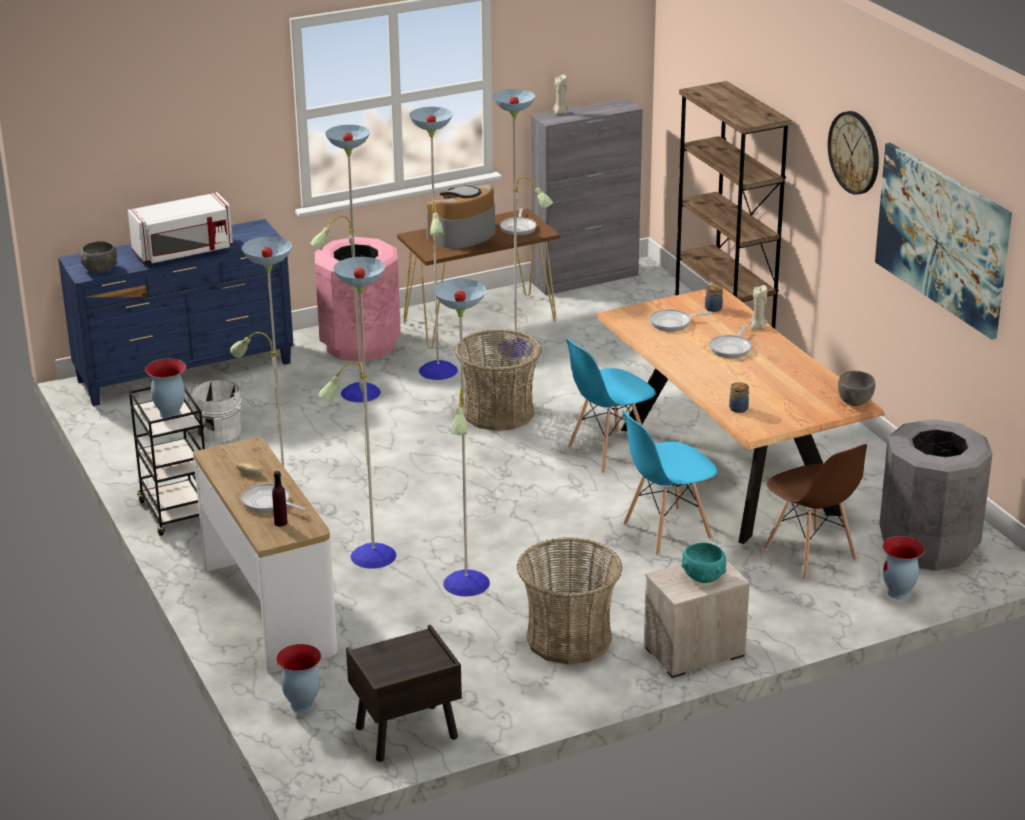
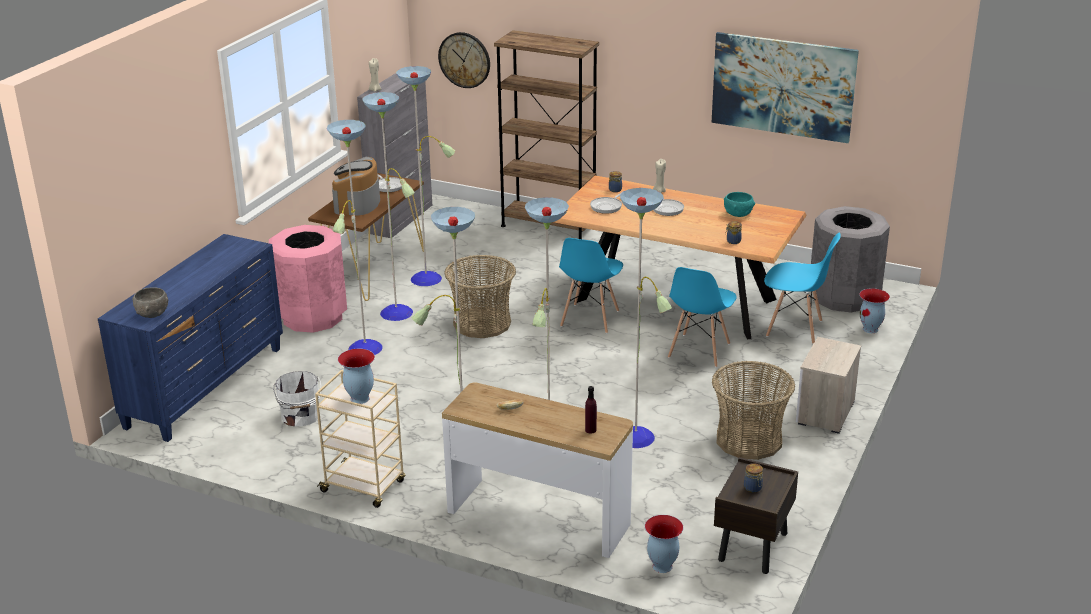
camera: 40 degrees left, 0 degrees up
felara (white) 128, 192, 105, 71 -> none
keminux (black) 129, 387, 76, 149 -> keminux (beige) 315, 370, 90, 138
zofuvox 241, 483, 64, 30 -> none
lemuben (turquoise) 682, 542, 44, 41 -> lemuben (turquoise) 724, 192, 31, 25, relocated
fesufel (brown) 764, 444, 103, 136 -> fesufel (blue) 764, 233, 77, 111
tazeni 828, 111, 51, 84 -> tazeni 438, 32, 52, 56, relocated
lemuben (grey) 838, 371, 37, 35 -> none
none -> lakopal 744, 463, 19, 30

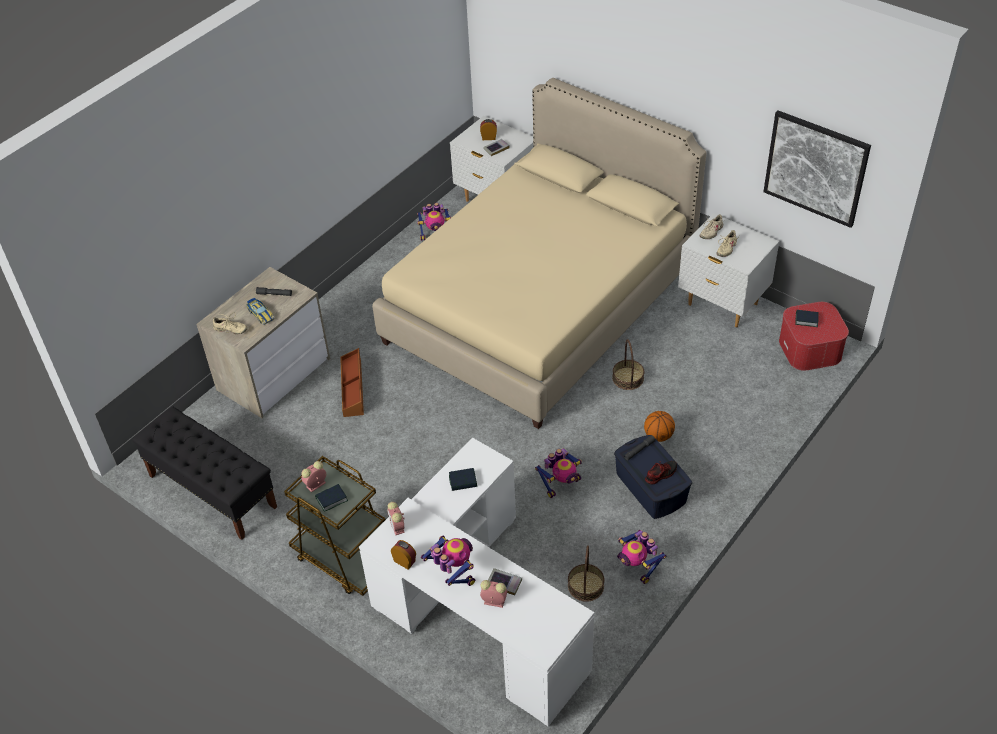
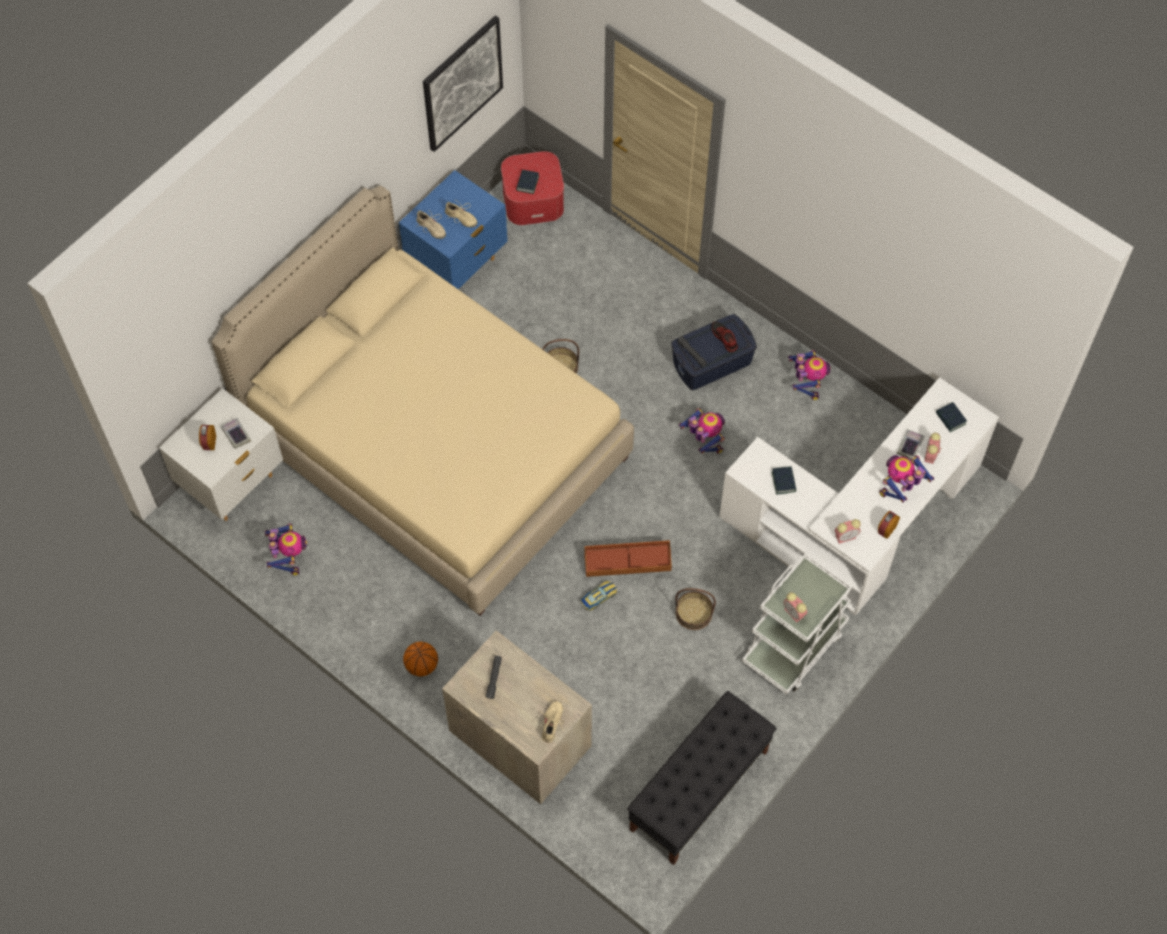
camera: 90 degrees left, 15 degrees up
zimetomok 246, 298, 28, 27 -> zimetomok 580, 581, 38, 30, relocated
keminux (brown) 284, 456, 102, 140 -> keminux (white) 742, 553, 110, 142
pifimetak 315, 484, 33, 28 -> pifimetak 936, 402, 31, 30, relocated
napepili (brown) 340, 348, 24, 69 -> napepili (brown) 584, 540, 88, 37, relocated
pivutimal 568, 545, 36, 57 -> pivutimal 675, 588, 41, 42, relocated
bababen 617, 530, 49, 54 -> bababen 788, 350, 43, 50, 60 degrees counterclockwise
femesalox 644, 411, 31, 31 -> femesalox 403, 642, 35, 35, relocated
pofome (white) 678, 213, 101, 114 -> pofome (blue) 399, 170, 109, 119

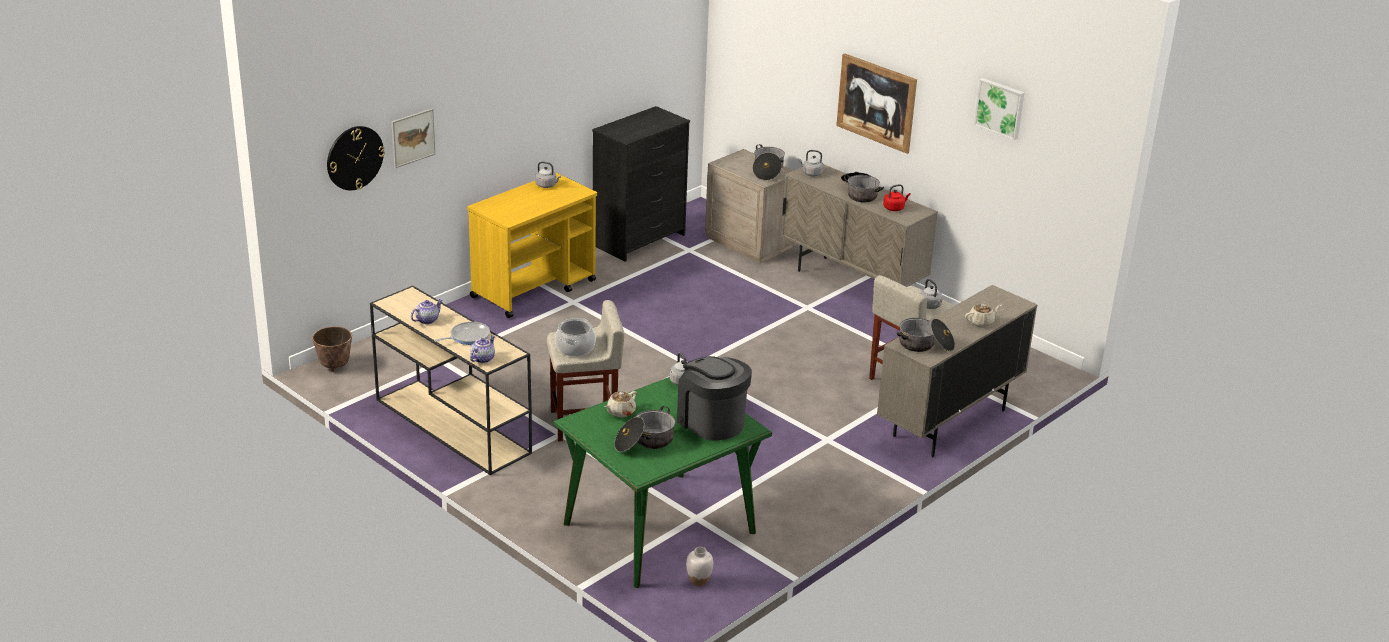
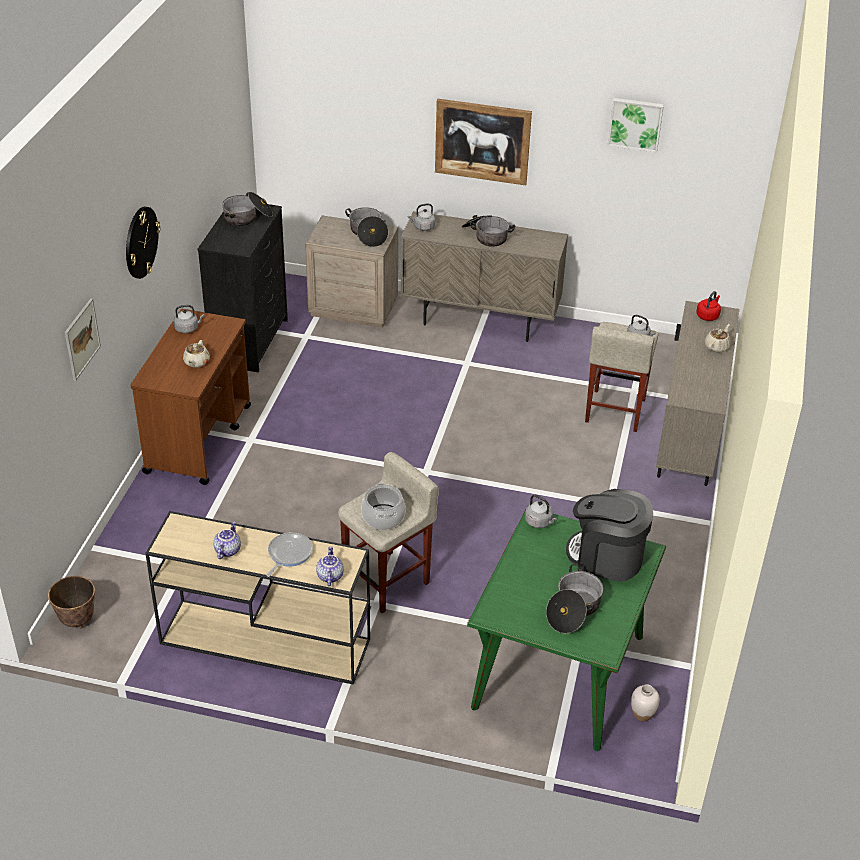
camera: 30 degrees left, 10 degrees up
tazeni 327, 126, 58, 65 -> tazeni 126, 207, 34, 72, relocated
keminux (yellow) 467, 173, 130, 145 -> keminux (brown) 130, 309, 121, 176
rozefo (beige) 604, 391, 33, 26 -> rozefo (beige) 183, 340, 27, 28, relocated
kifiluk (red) 883, 184, 28, 27 -> kifiluk (red) 696, 291, 25, 30, relocated
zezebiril 897, 318, 58, 34 -> zezebiril 222, 192, 51, 34, relocated

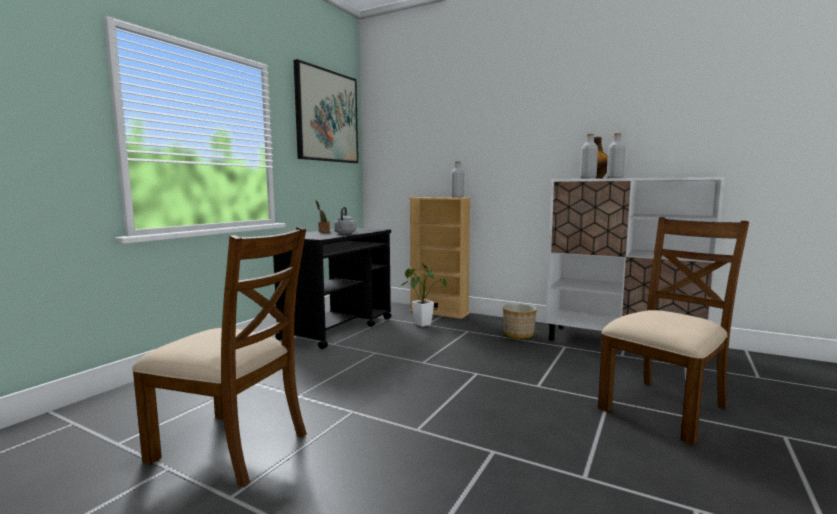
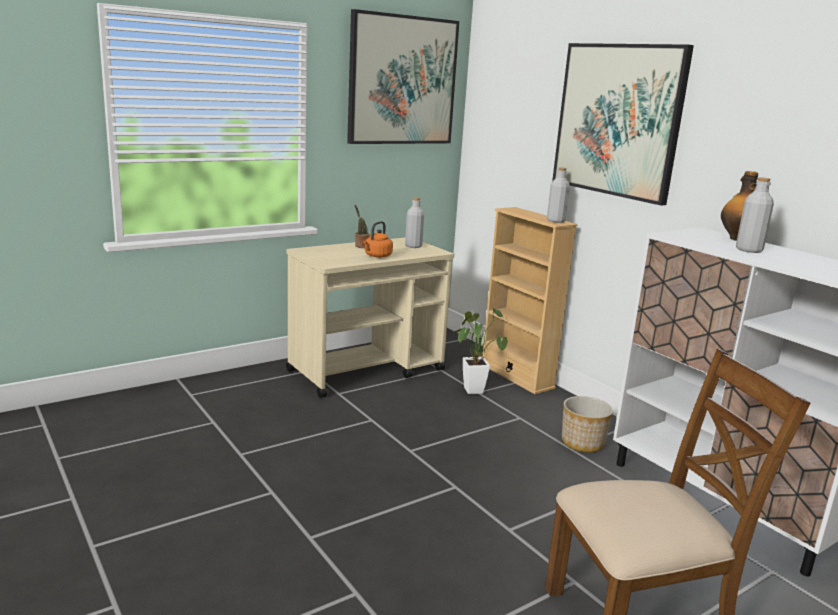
camera: 25 degrees right, 10 degrees up
fesufel (brown) 132, 227, 175, 260 -> none
keminux (black) 273, 228, 119, 121 -> keminux (beige) 286, 238, 168, 160
kifiluk (grey) 334, 207, 22, 27 -> kifiluk (orange) 363, 221, 30, 37
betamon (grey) 580, 134, 18, 45 -> betamon (grey) 405, 197, 19, 51, relocated
none -> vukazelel 552, 43, 142, 163

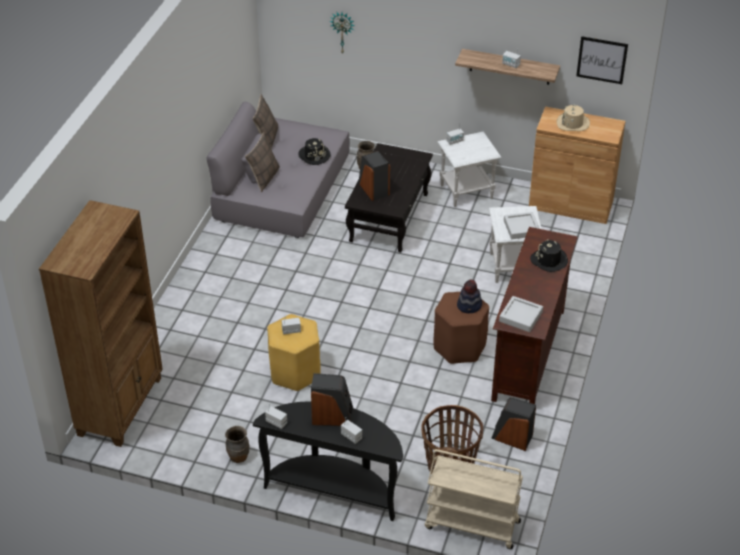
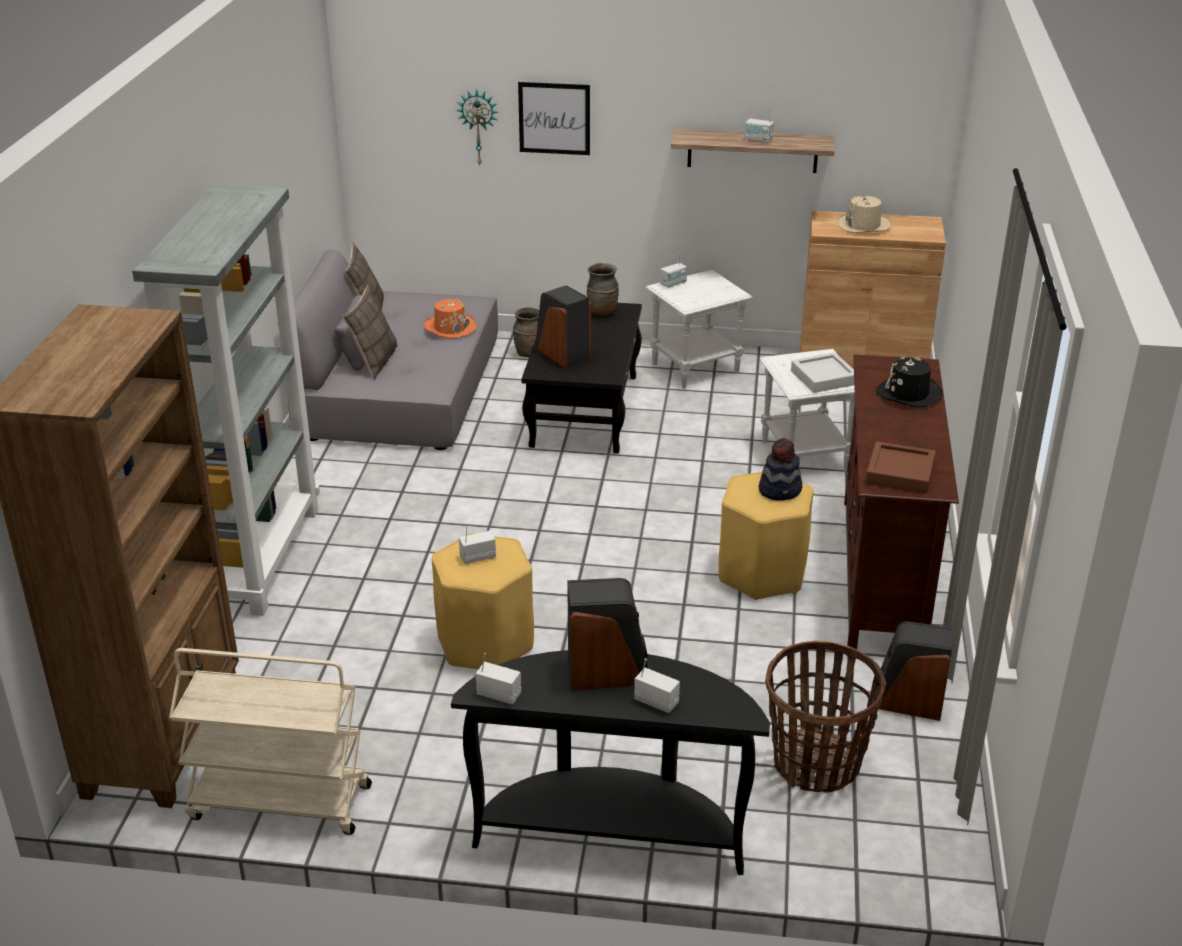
camera: 10 degrees left, 10 degrees down
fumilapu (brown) 225, 426, 24, 37 -> fumilapu (brown) 587, 263, 32, 53, relocated
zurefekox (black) 298, 138, 33, 27 -> zurefekox (orange) 424, 299, 53, 40
keminux (beige) 425, 449, 98, 100 -> keminux (beige) 169, 648, 203, 187, relocated
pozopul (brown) 434, 292, 55, 72 -> pozopul (yellow) 718, 472, 95, 128
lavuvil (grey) 499, 296, 44, 36 -> lavuvil (brown) 866, 441, 70, 53
vukazelel 576, 36, 52, 48 -> vukazelel 518, 82, 72, 73, relocated
none -> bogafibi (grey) 132, 184, 188, 432

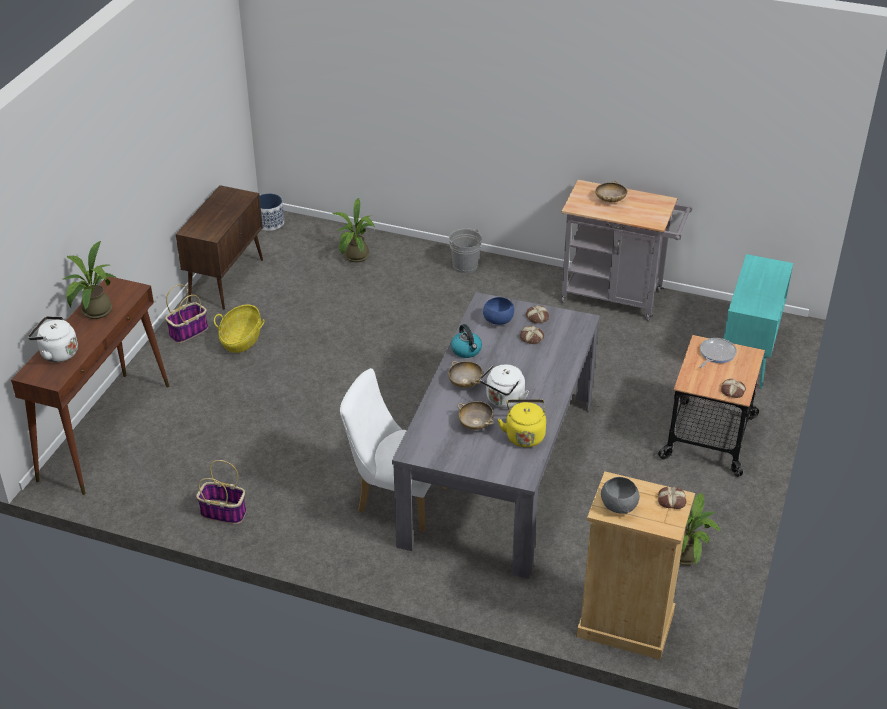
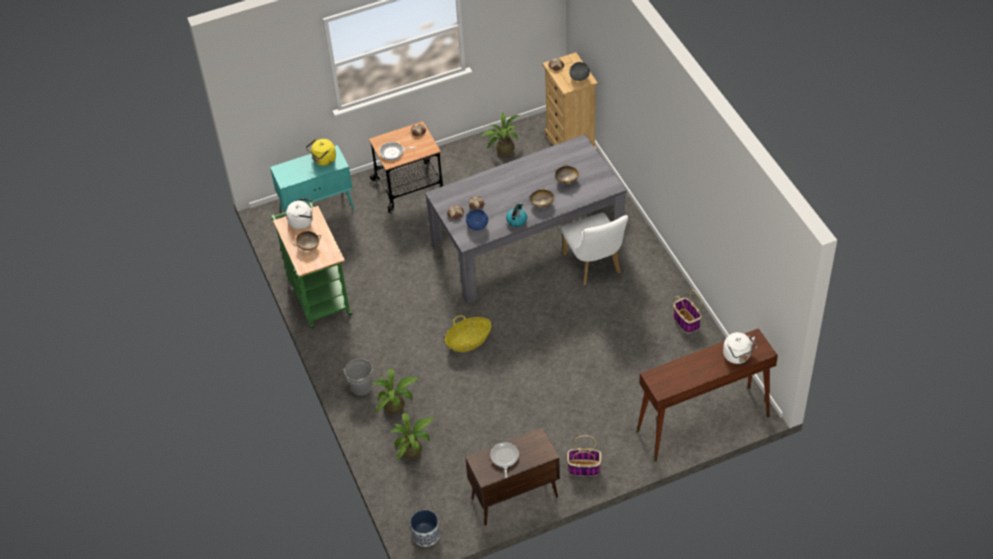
camera: 130 degrees left, 10 degrees up
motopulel 64, 241, 53, 78 -> motopulel 372, 368, 48, 46, relocated
pivutimal 214, 305, 51, 48 -> pivutimal 445, 315, 46, 37, relocated
kifiluk (white) 480, 364, 49, 44 -> kifiluk (white) 286, 198, 27, 31, relocated
kifiluk (yellow) 498, 399, 48, 48 -> kifiluk (yellow) 306, 139, 30, 27, relocated
keminux (grey) 561, 180, 131, 141 -> keminux (green) 270, 202, 83, 127
none -> zofuvox 490, 442, 29, 36

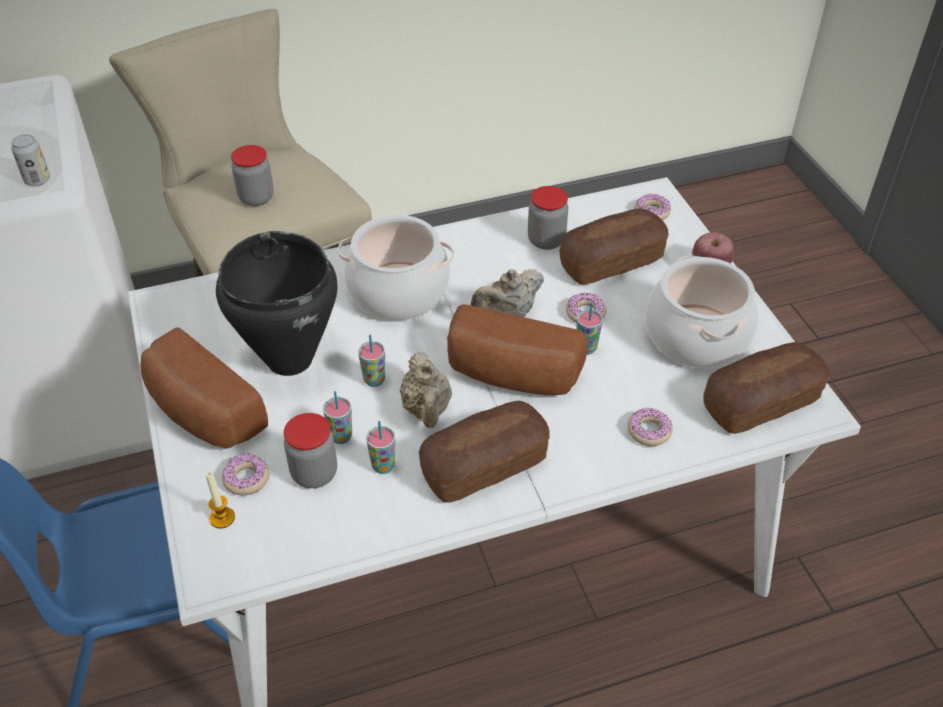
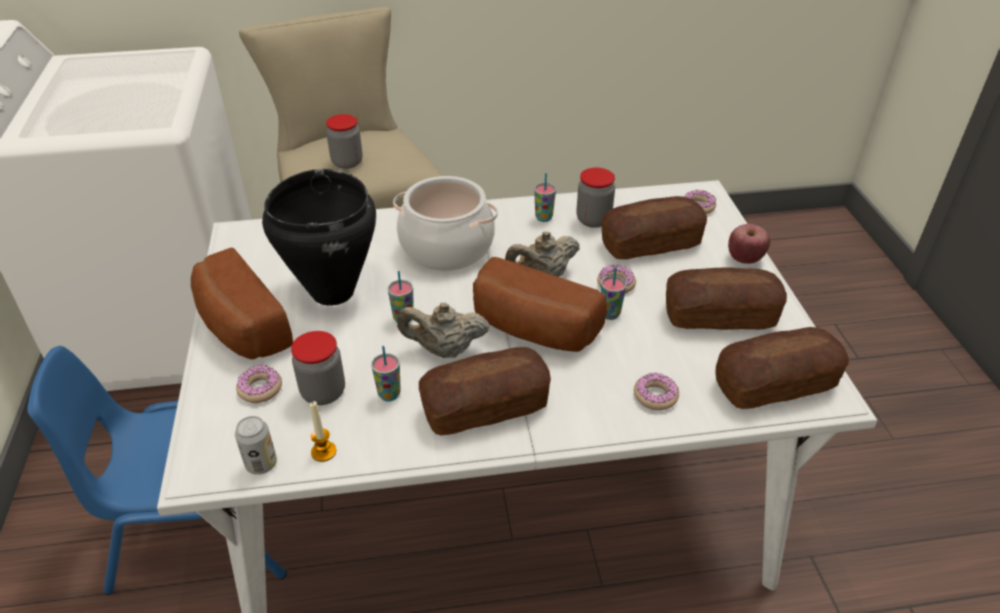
camera: 10 degrees right, 5 degrees down
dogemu 11, 134, 39, 52 -> dogemu 235, 416, 42, 59, relocated
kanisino 206, 472, 29, 56 -> kanisino 309, 401, 27, 61, relocated
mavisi 323, 391, 29, 53 -> mavisi 534, 173, 22, 49, relocated
rozefo (beige) 400, 352, 52, 76 -> rozefo (beige) 397, 303, 92, 55, 90 degrees clockwise
zezebiril 645, 255, 114, 113 -> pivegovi 666, 267, 121, 63

